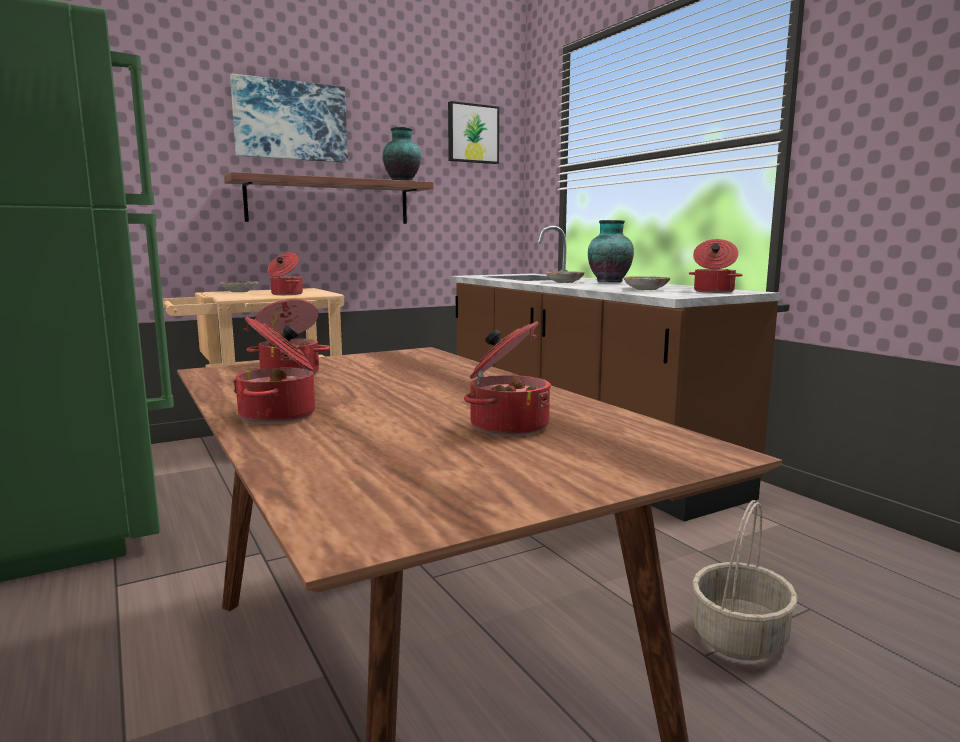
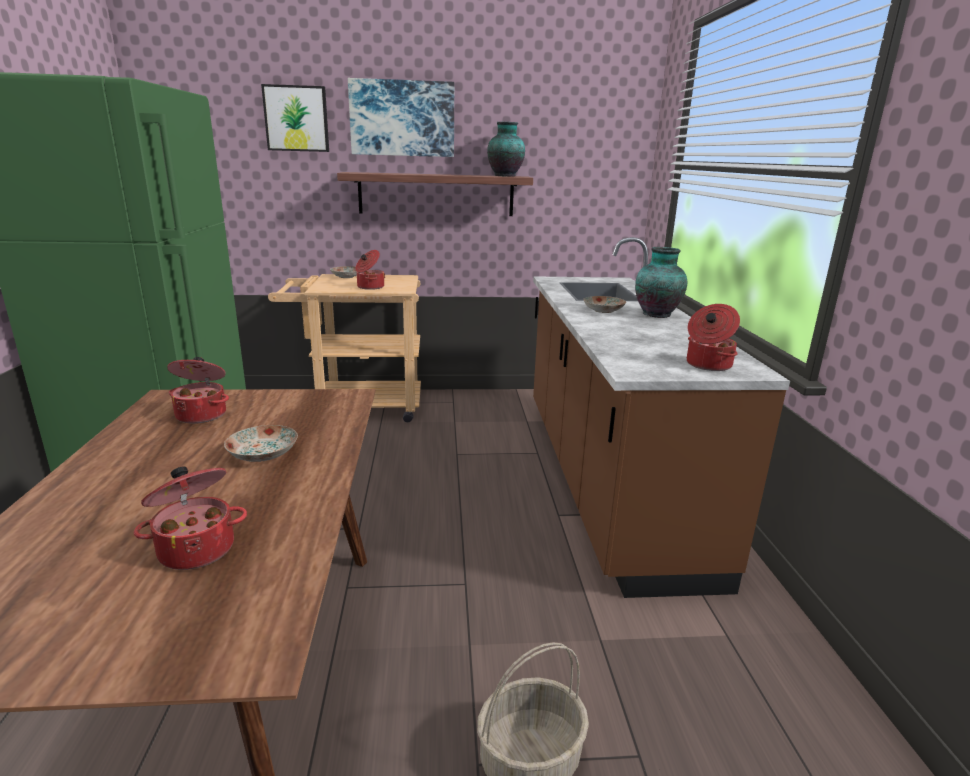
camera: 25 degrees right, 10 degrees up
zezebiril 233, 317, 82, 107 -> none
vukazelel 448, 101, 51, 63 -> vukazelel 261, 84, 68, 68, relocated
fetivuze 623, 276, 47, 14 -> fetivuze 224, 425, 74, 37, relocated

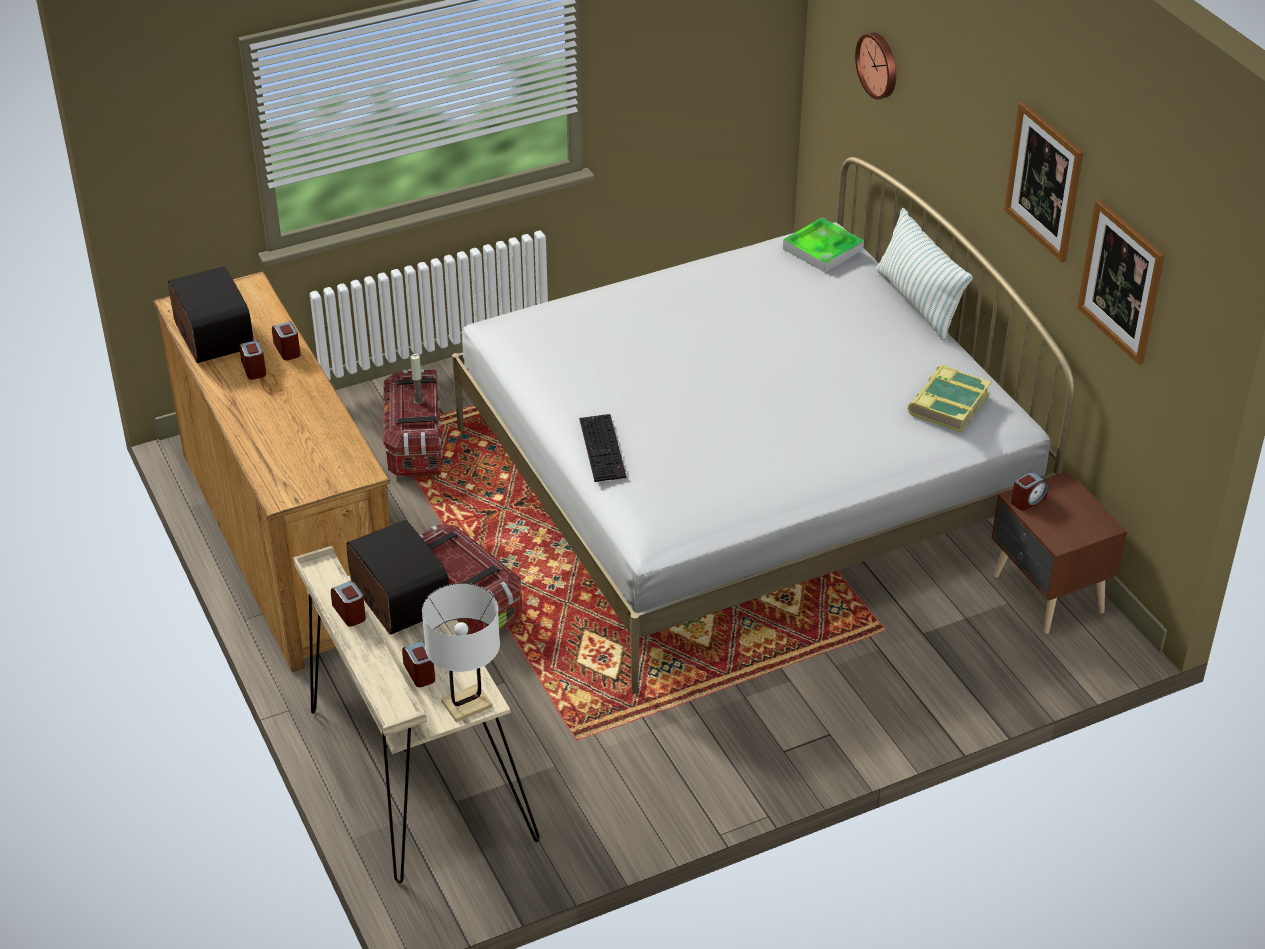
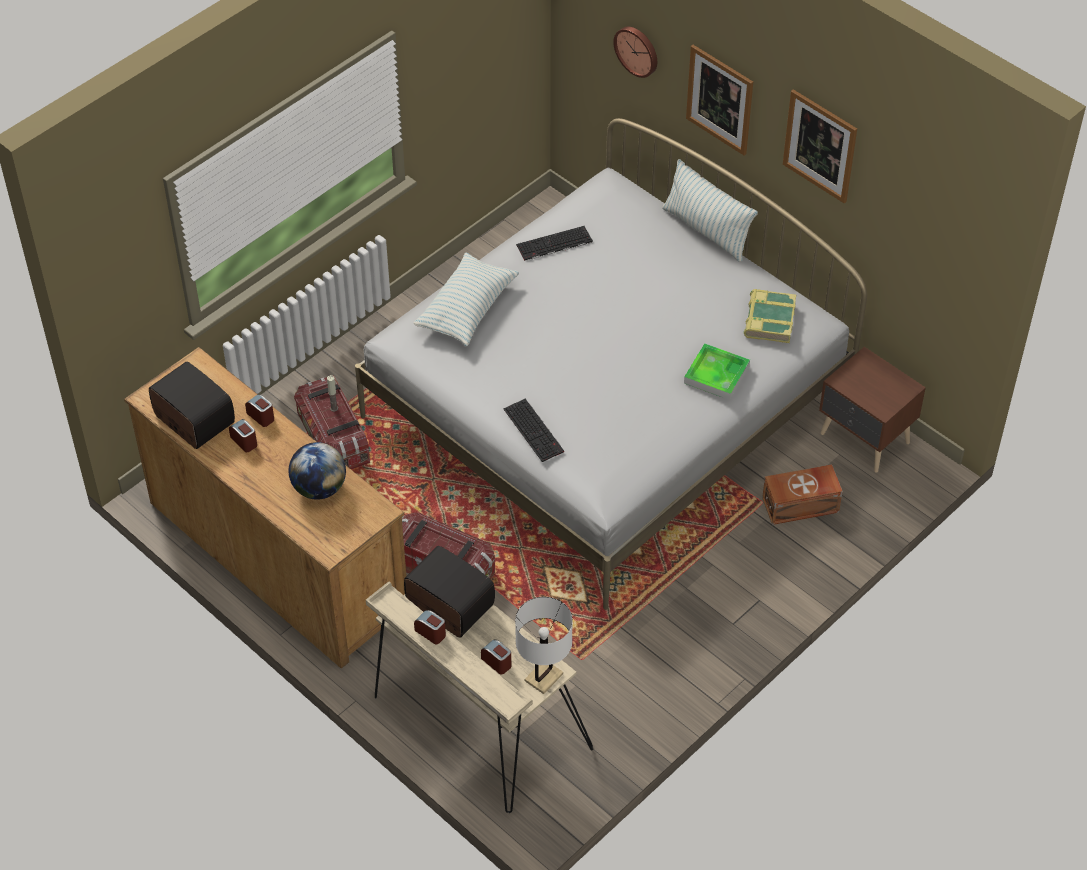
camera: 20 degrees left, 10 degrees up
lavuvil 783, 218, 81, 54 -> lavuvil 684, 343, 66, 57, relocated
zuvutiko 1011, 472, 37, 39 -> none
vukazelel 1077, 199, 88, 166 -> vukazelel 686, 45, 67, 111, relocated
none -> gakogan 289, 442, 57, 58
none -> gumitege 413, 253, 106, 93
none -> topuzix 516, 226, 77, 35
none -> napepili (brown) 762, 464, 81, 61

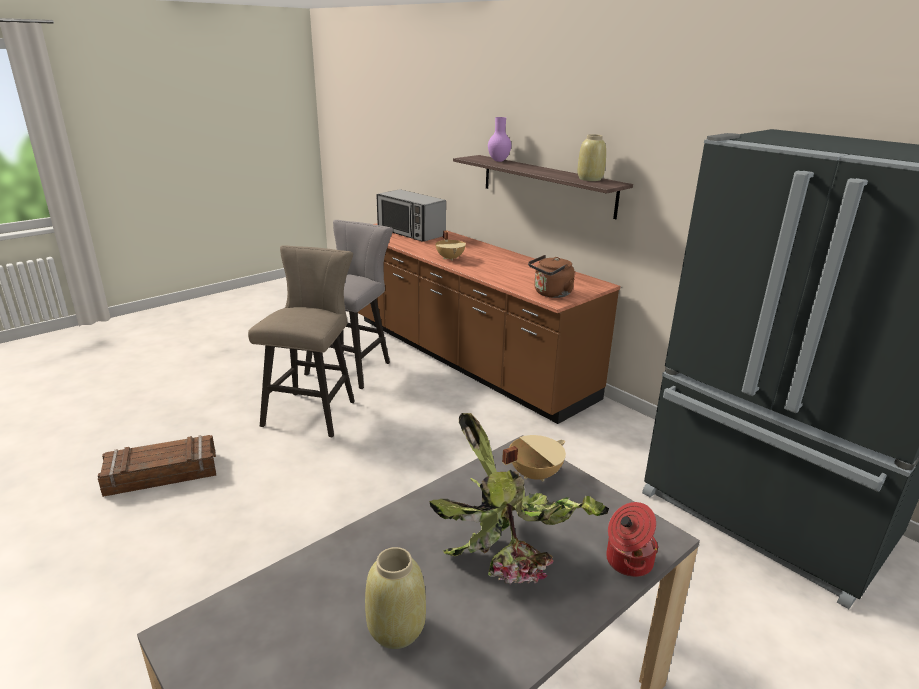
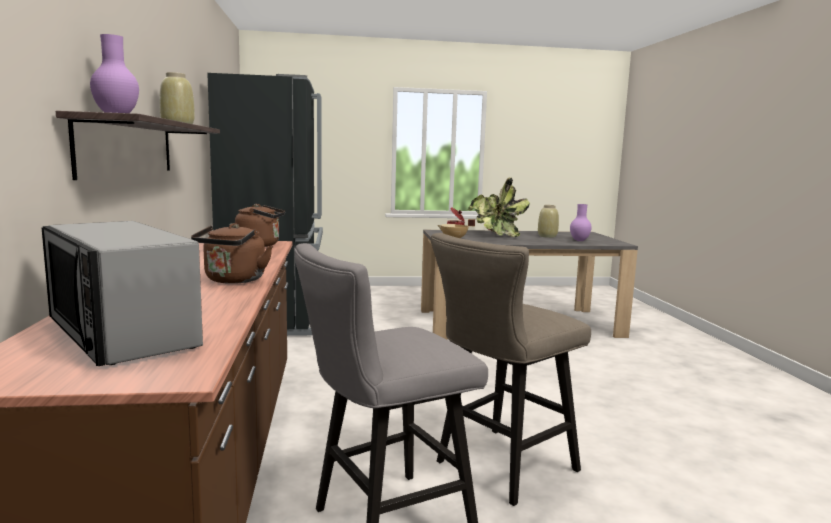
camera: 145 degrees left, 15 degrees down
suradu 98, 435, 118, 62 -> none
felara 376, 189, 70, 53 -> felara 42, 221, 161, 145, 150 degrees clockwise
zezebiril (beige) 435, 231, 31, 30 -> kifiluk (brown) 191, 223, 81, 61
none -> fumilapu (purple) 570, 204, 22, 37

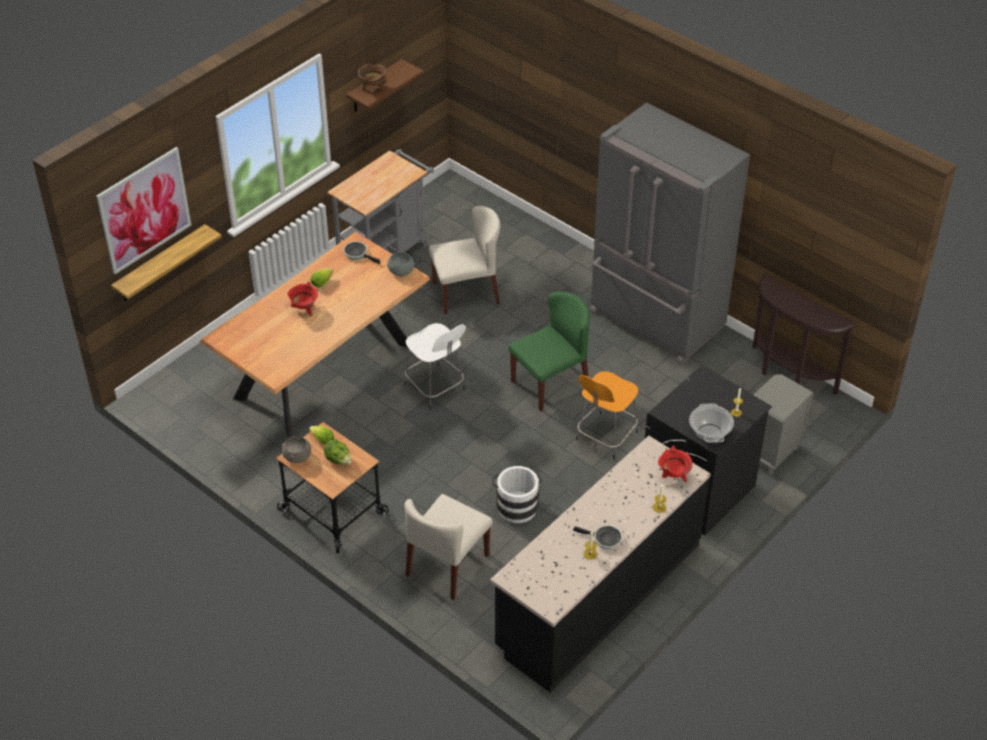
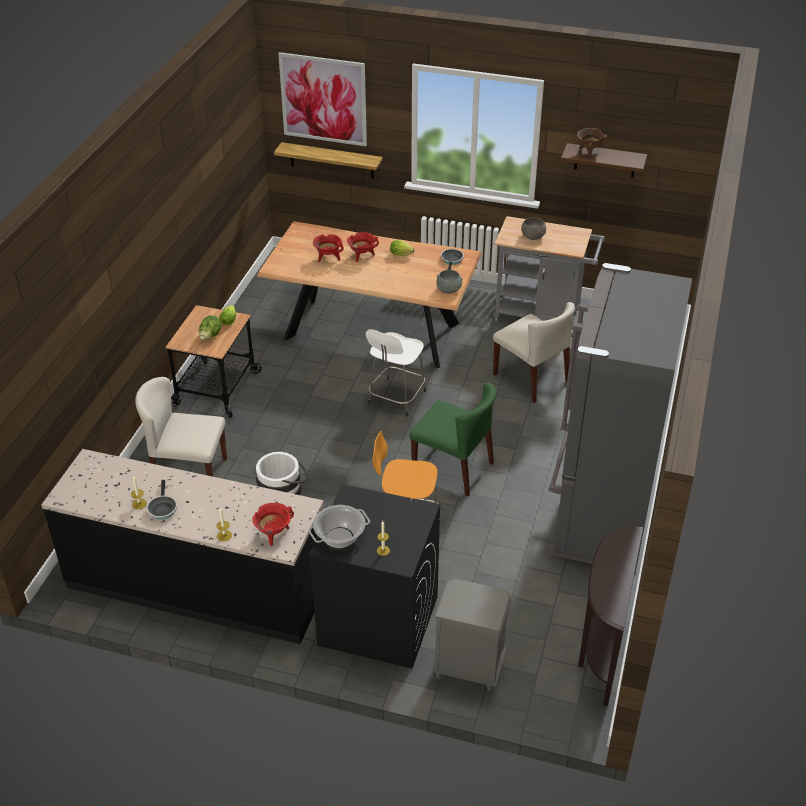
camera: 65 degrees right, 5 degrees down
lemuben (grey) 282, 436, 29, 27 -> lemuben (grey) 521, 217, 25, 23, relocated
none -> zezebiril (red) 313, 234, 31, 28

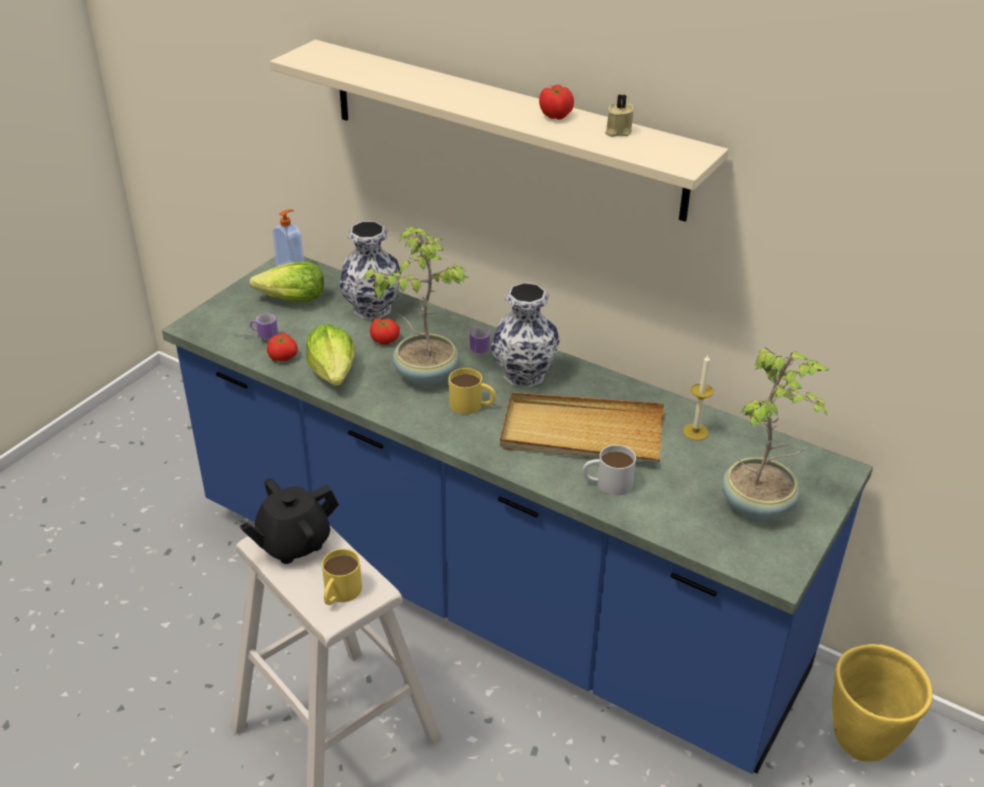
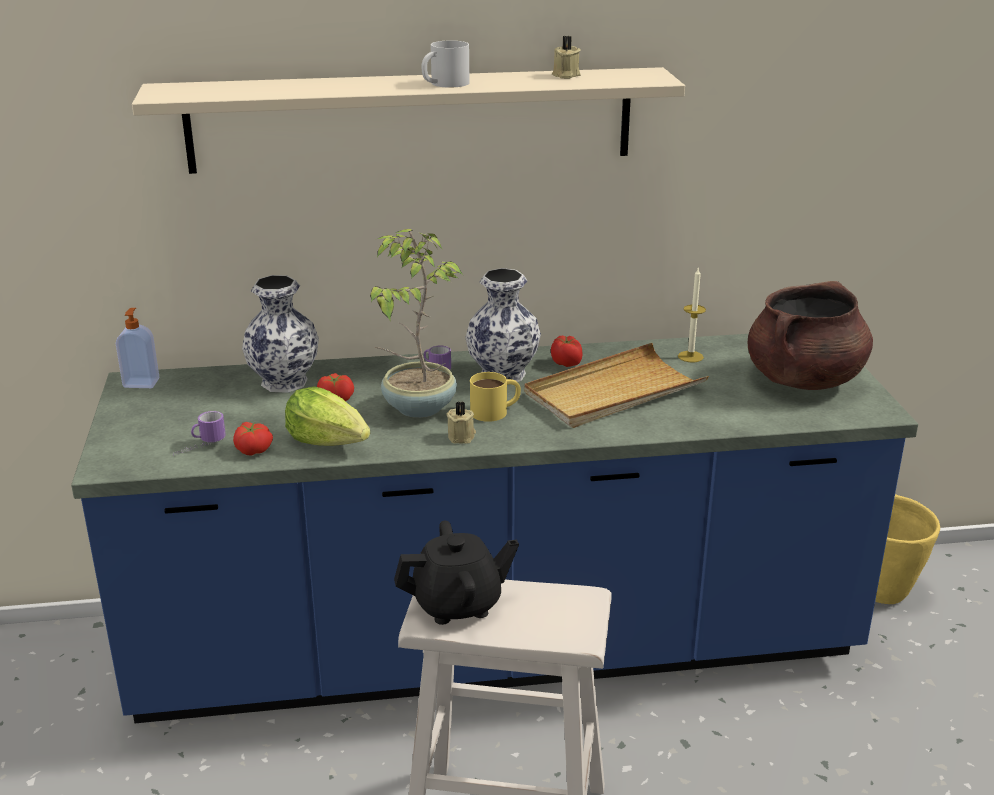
camera: 40 degrees left, 10 degrees down
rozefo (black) 240, 479, 99, 85 -> rozefo (black) 394, 521, 125, 104, 120 degrees counterclockwise
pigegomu 250, 262, 74, 40 -> none
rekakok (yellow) 322, 549, 40, 56 -> none
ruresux 539, 85, 35, 35 -> ruresux 551, 336, 31, 31, relocated
rekakok (white) 583, 445, 53, 51 -> rekakok (white) 422, 41, 47, 47, relocated
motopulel 722, 347, 108, 173 -> zezebiril (brown) 748, 281, 125, 109
none -> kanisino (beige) 447, 401, 29, 43

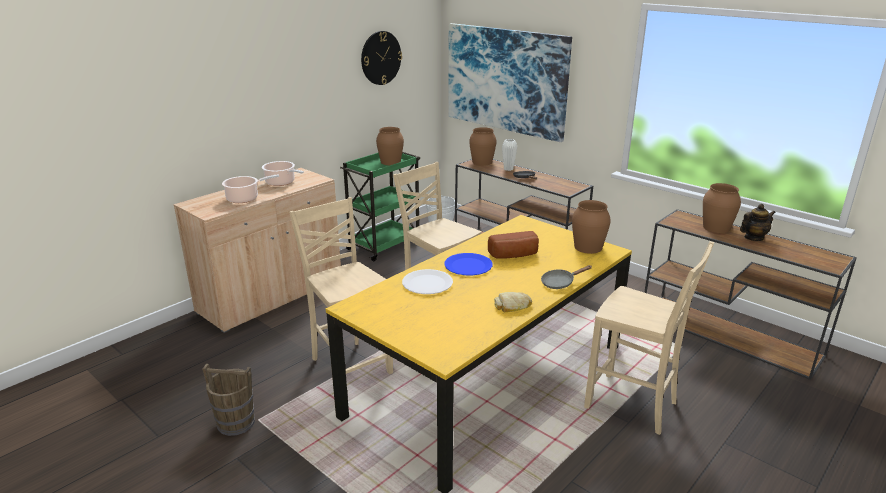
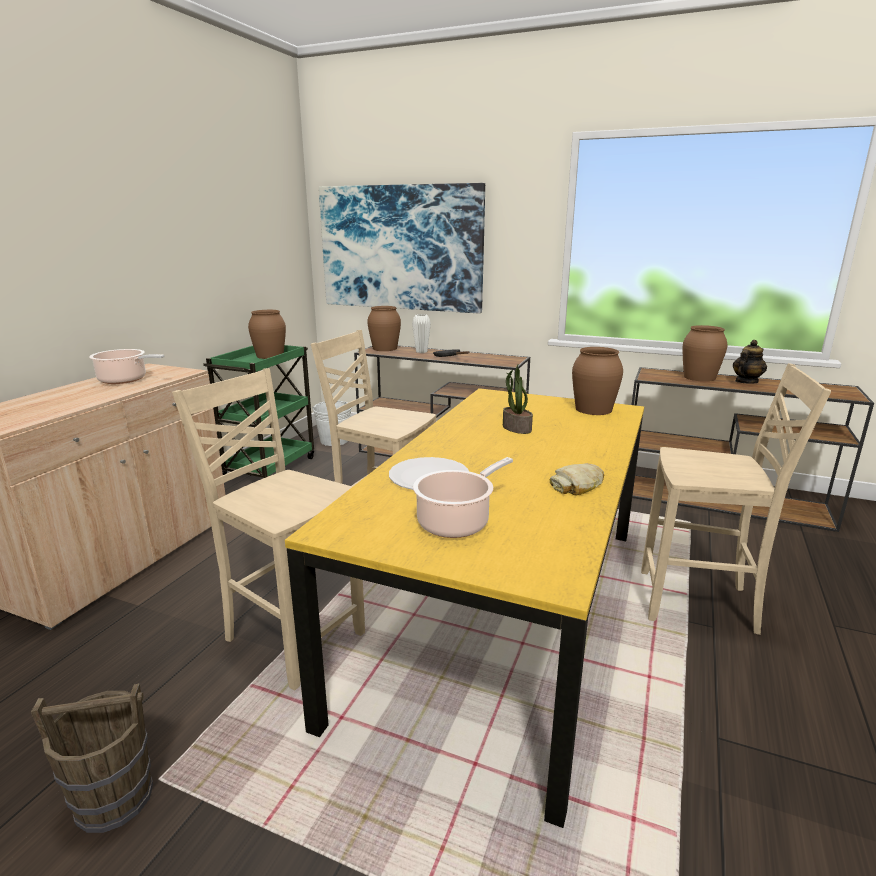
camera: 20 degrees left, 5 degrees down
zezebiril 222, 174, 57, 29 -> zezebiril 413, 457, 100, 81, relocated
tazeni 361, 31, 41, 54 -> none
fetivuze (blue) 444, 253, 49, 22 -> none
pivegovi 488, 231, 51, 28 -> motopulel 503, 365, 30, 69
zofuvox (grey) 541, 265, 51, 24 -> none

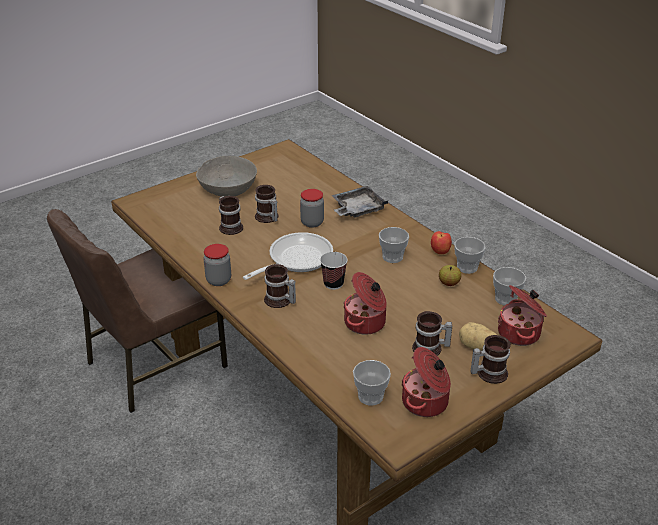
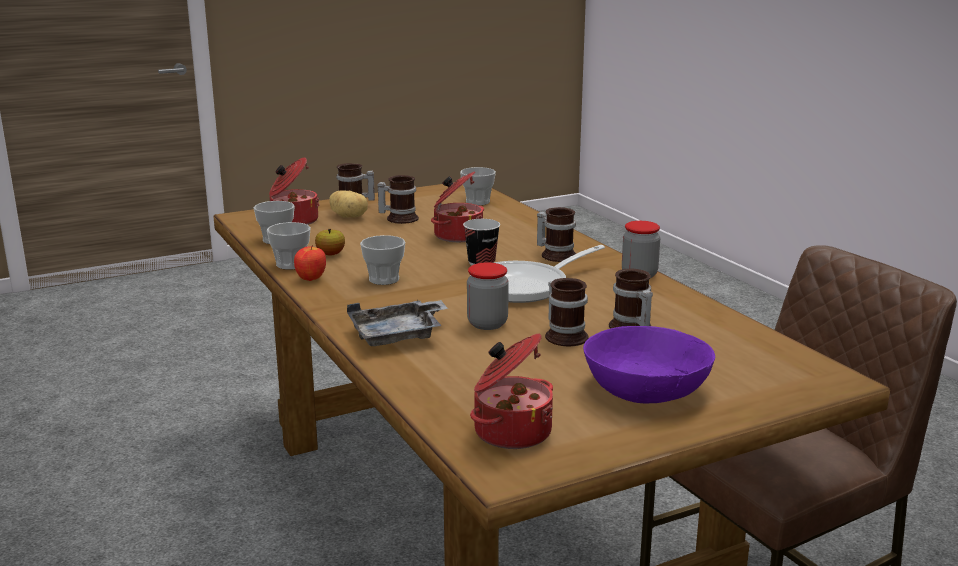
camera: 170 degrees left, 15 degrees down
lemuben (grey) 196, 156, 61, 41 -> lemuben (purple) 583, 326, 132, 77
zezebiril 401, 347, 50, 70 -> zezebiril 470, 333, 83, 116, relocated

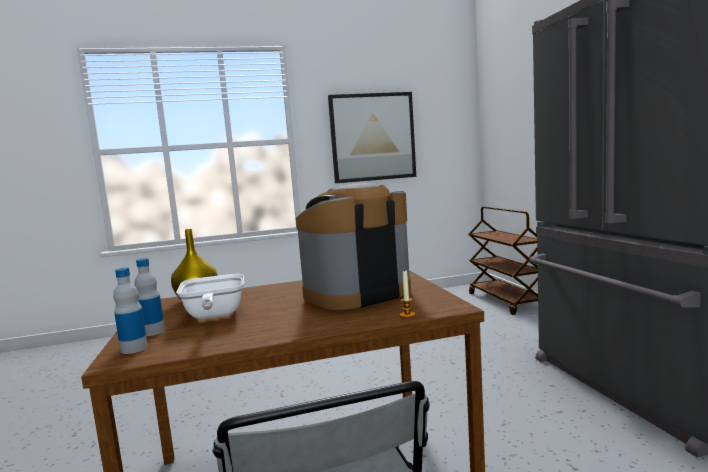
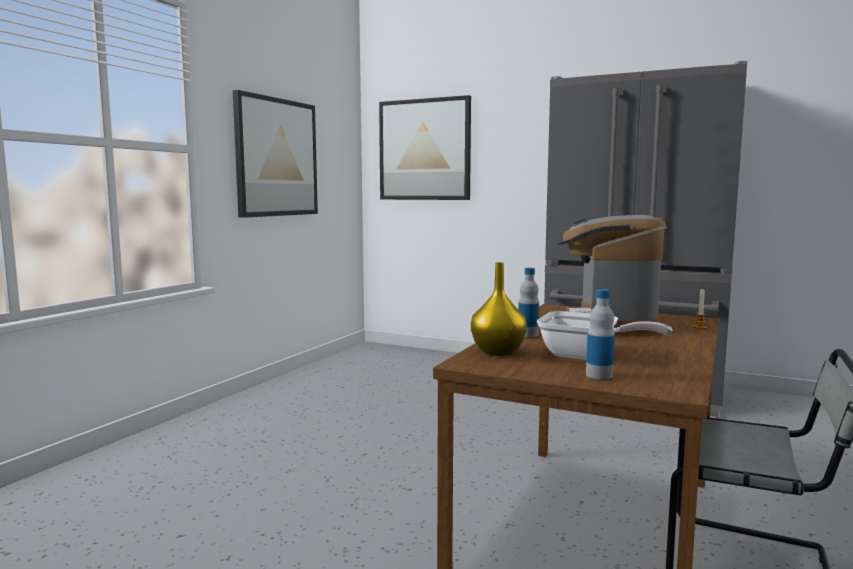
camera: 50 degrees left, 0 degrees up
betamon 113, 268, 35, 86 -> betamon 518, 268, 21, 69, relocated
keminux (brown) 468, 207, 70, 108 -> none
none -> vukazelel 379, 95, 92, 105

